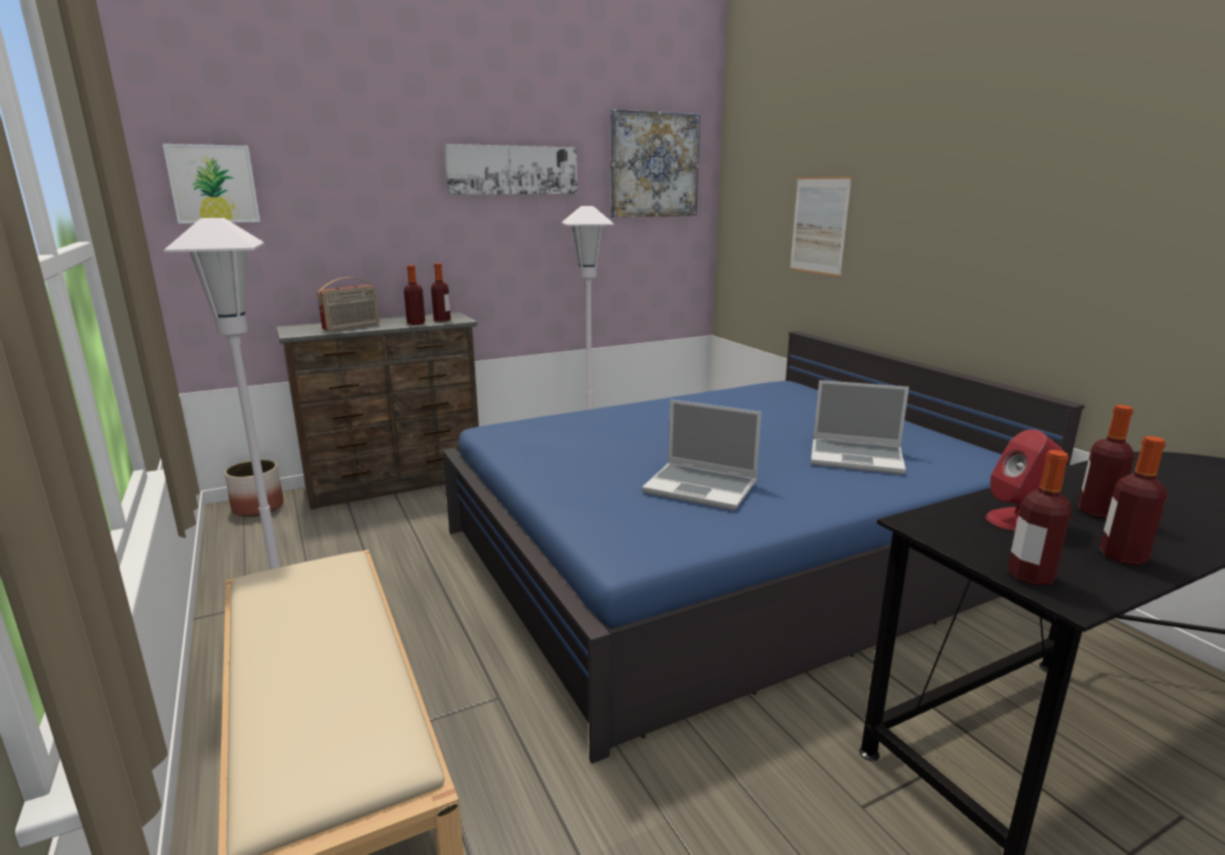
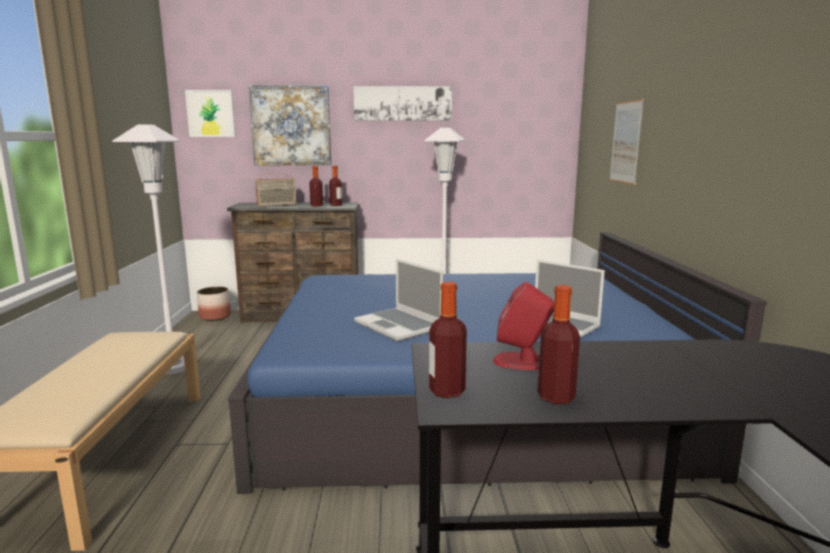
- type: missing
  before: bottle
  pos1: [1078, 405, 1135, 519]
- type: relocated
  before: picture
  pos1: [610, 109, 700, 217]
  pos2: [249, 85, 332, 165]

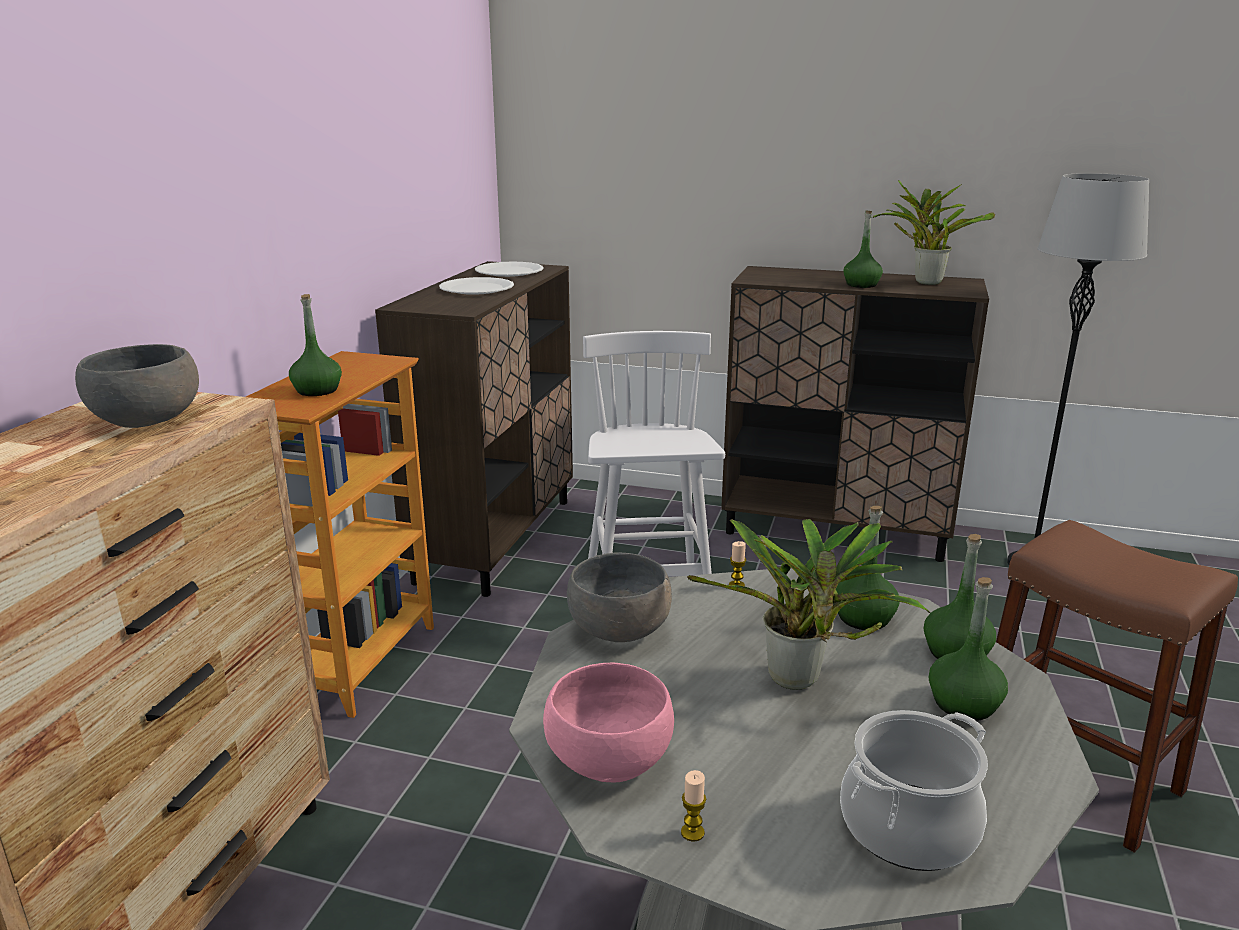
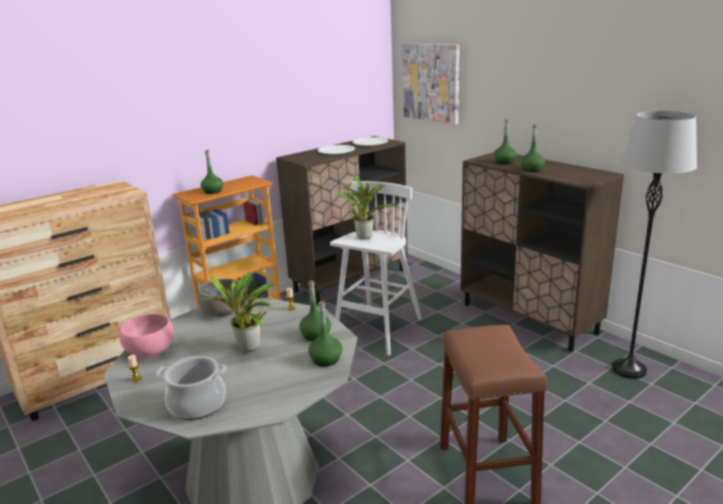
- type: missing
  before: bowl (grey)
  pos1: [75, 344, 199, 428]
- type: appeared
  after: picture
  pos2: [402, 43, 460, 125]
- type: relocated
  before: potted plant
  pos1: [872, 180, 995, 285]
  pos2: [338, 175, 395, 240]
- type: relocated
  before: bottle (green)
  pos1: [929, 577, 1008, 721]
  pos2: [494, 120, 517, 164]

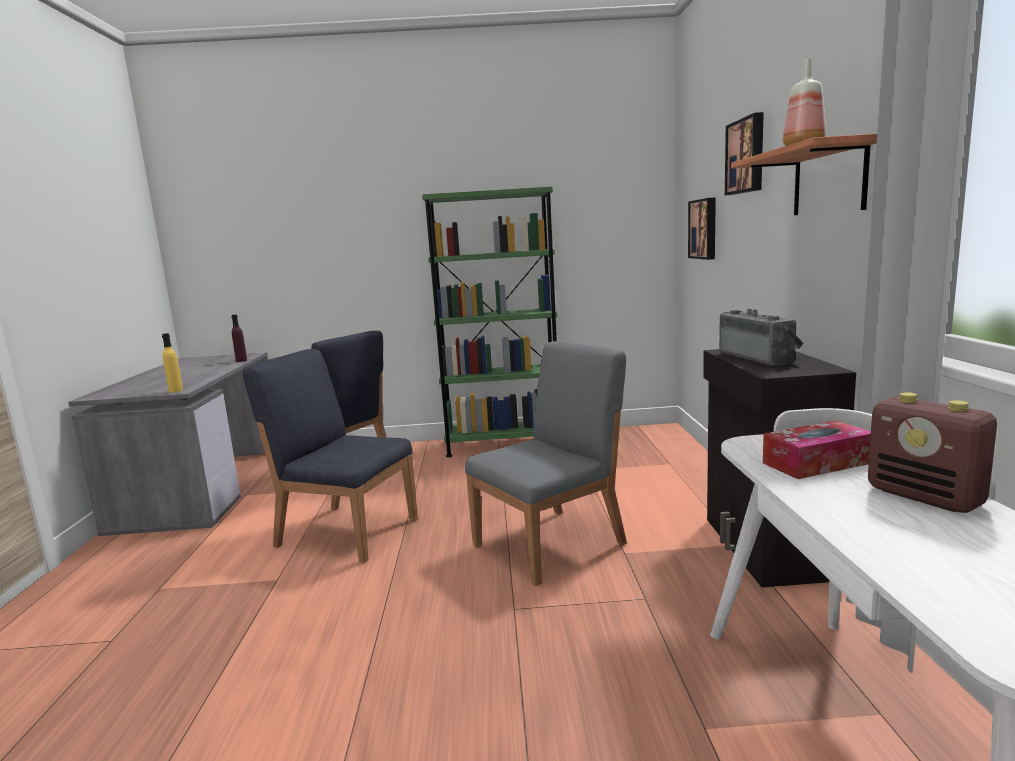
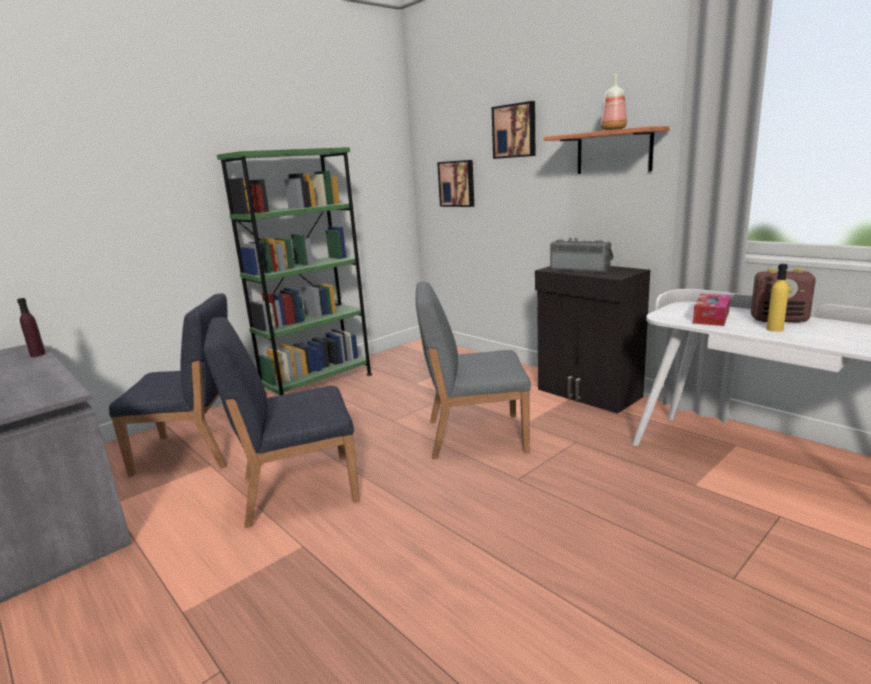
- type: relocated
  before: bottle (yellow)
  pos1: [162, 333, 183, 393]
  pos2: [766, 264, 788, 332]
- type: spun
  before: chair (grey)
  pos1: [465, 341, 627, 586]
  pos2: [416, 282, 531, 459]
  turn: -105

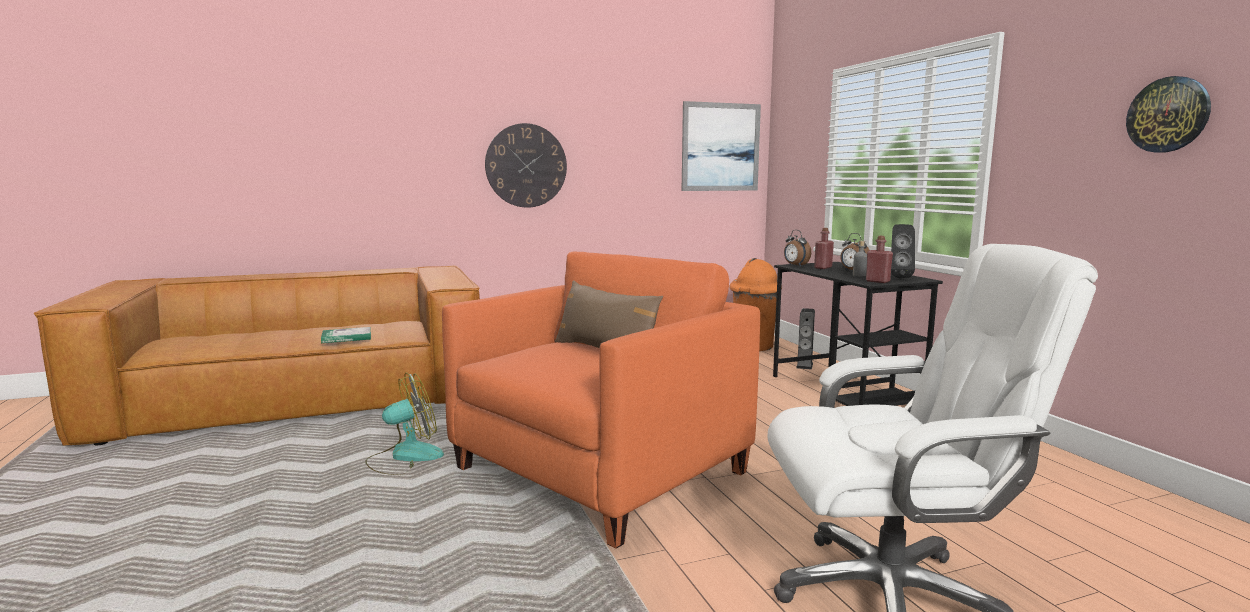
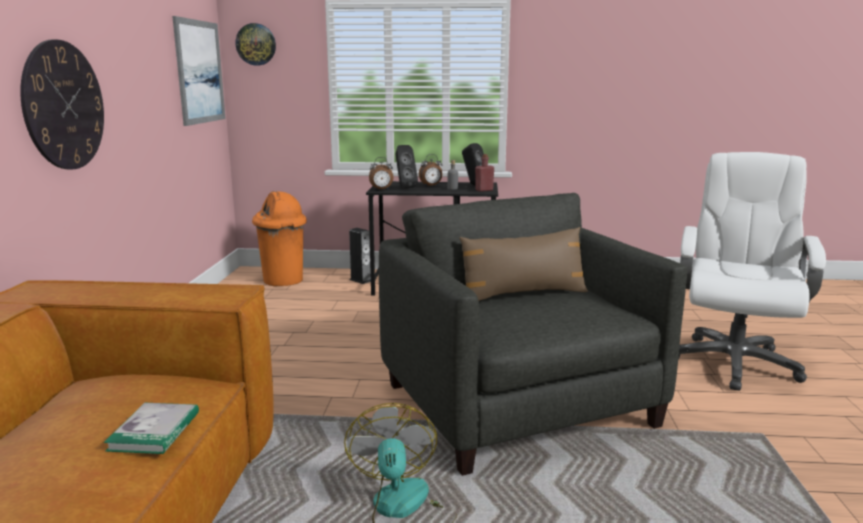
- type: relocated
  before: wall clock
  pos1: [1126, 76, 1211, 153]
  pos2: [235, 23, 276, 65]
- type: exchanged
  before: bottle (red)
  after: speaker (black)
  pos1: [814, 228, 834, 269]
  pos2: [396, 145, 418, 188]
- type: colour
  before: armchair (orange)
  after: armchair (grey)
  pos1: [442, 252, 760, 549]
  pos2: [379, 193, 687, 476]

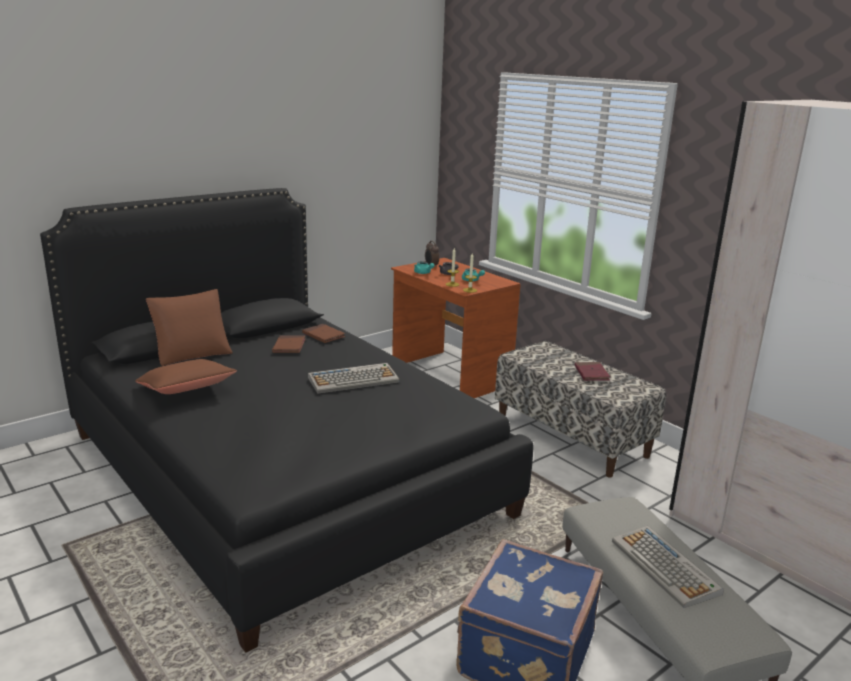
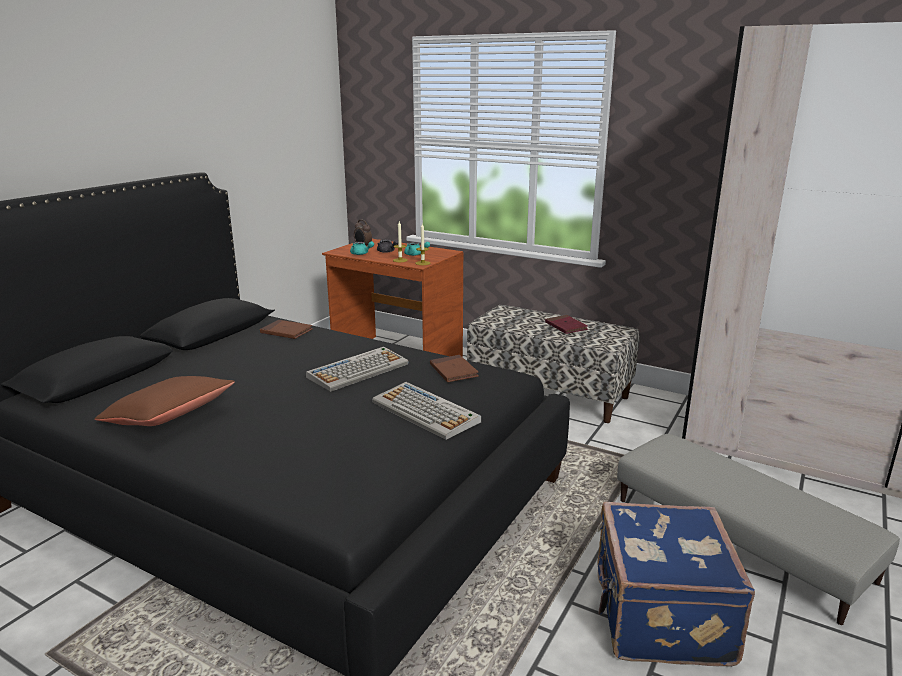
- type: missing
  before: pillow (brown)
  pos1: [146, 289, 233, 366]
- type: relocated
  before: book (brown)
  pos1: [272, 335, 305, 353]
  pos2: [430, 355, 479, 382]
- type: relocated
  before: keyboard
  pos1: [612, 526, 724, 608]
  pos2: [372, 382, 481, 440]

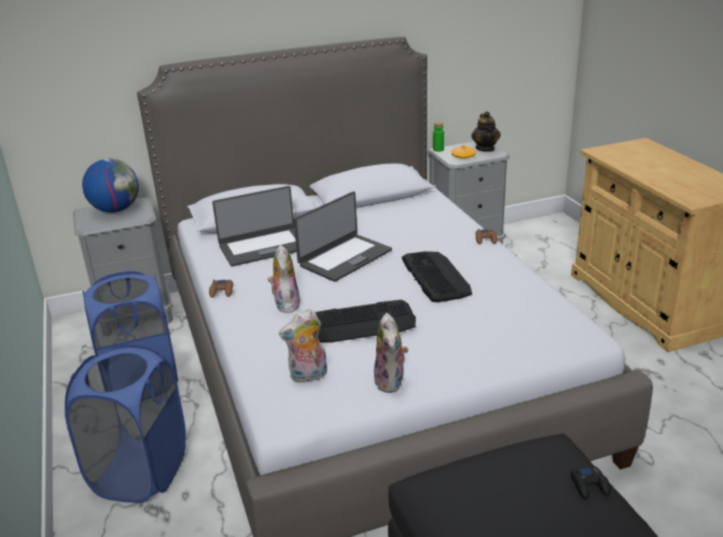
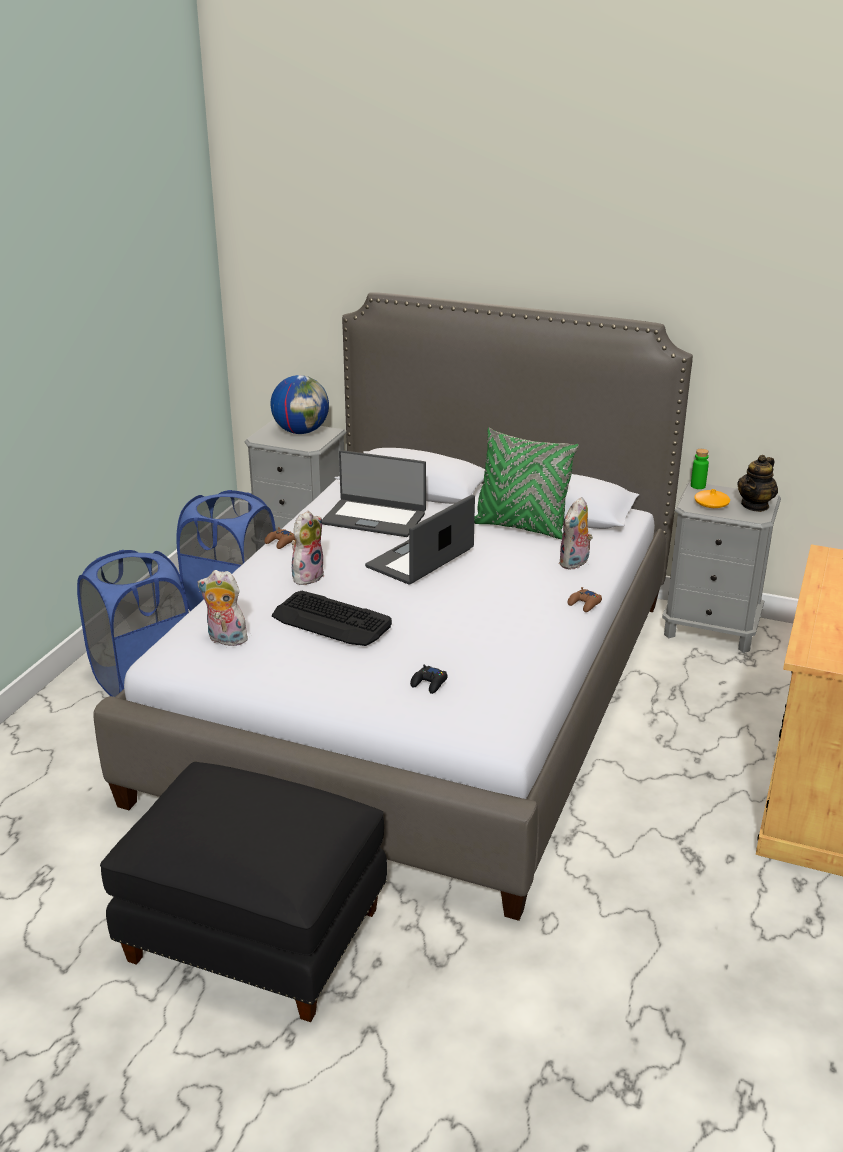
- type: missing
  before: keyboard
  pos1: [402, 251, 472, 303]
- type: appeared
  after: pillow (green)
  pos2: [474, 428, 579, 539]
- type: relocated
  before: plush toy
  pos1: [374, 313, 408, 393]
  pos2: [558, 497, 593, 570]
- type: relocated
  before: game controller (black)
  pos1: [571, 466, 611, 499]
  pos2: [410, 665, 448, 694]
- type: spun
  before: laptop
  pos1: [294, 191, 392, 282]
  pos2: [365, 494, 475, 585]
  turn: 135

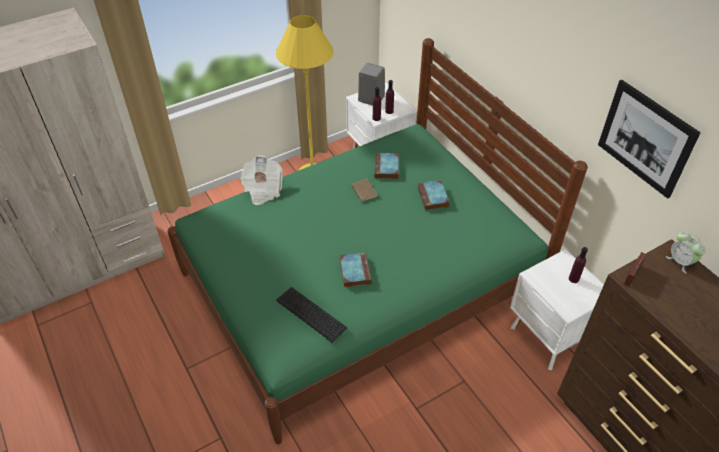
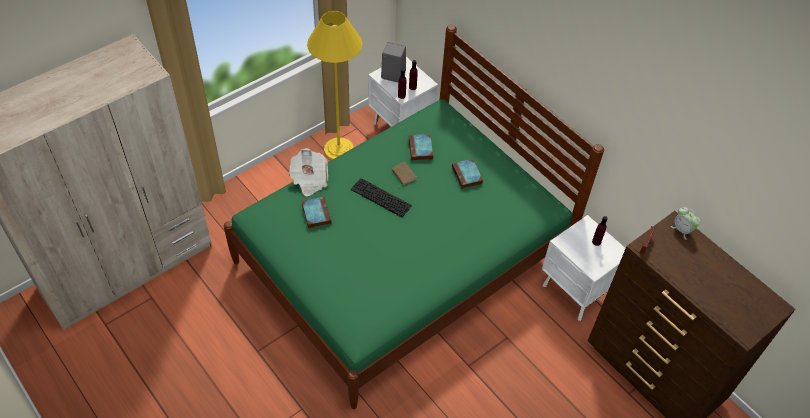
- type: missing
  before: picture
  pos1: [598, 80, 700, 199]
- type: relocated
  before: keyboard
  pos1: [276, 287, 347, 343]
  pos2: [351, 178, 412, 217]
- type: relocated
  before: book
  pos1: [339, 252, 372, 288]
  pos2: [302, 197, 331, 229]

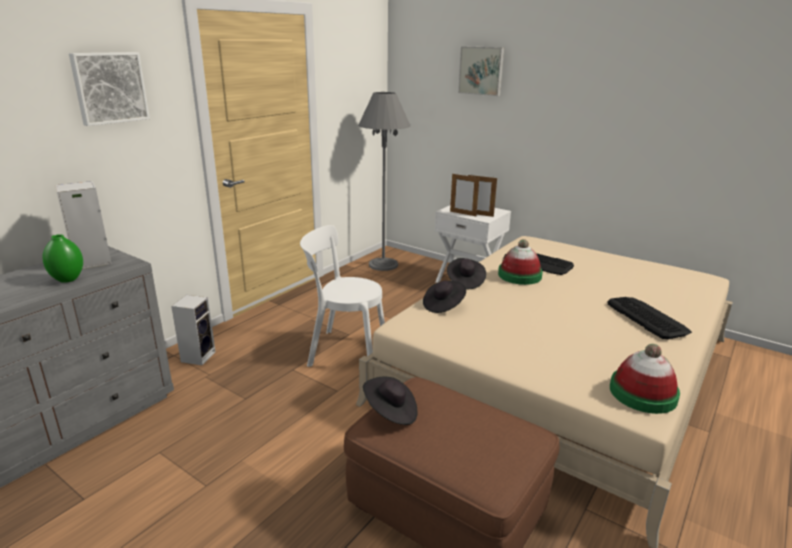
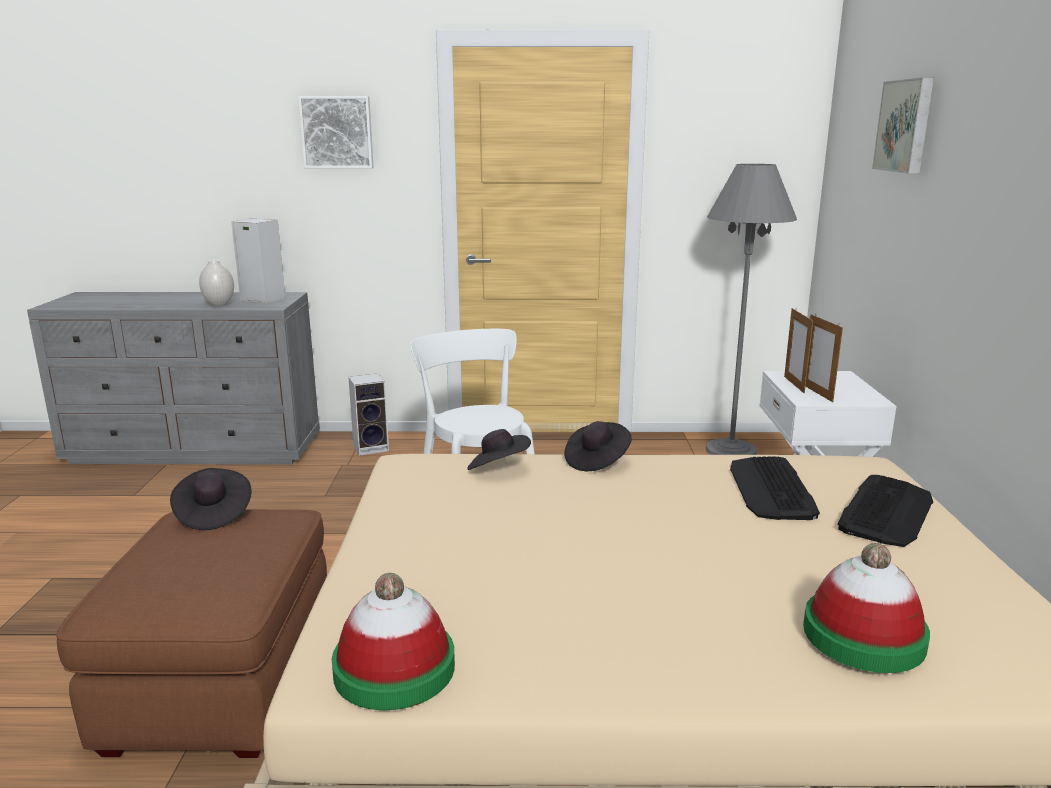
- type: relocated
  before: hat
  pos1: [498, 239, 543, 285]
  pos2: [803, 543, 930, 673]
- type: relocated
  before: keyboard
  pos1: [607, 297, 692, 339]
  pos2: [838, 475, 933, 547]
- type: colour
  before: vase (green)
  after: vase (white)
  pos1: [42, 234, 83, 283]
  pos2: [199, 260, 234, 306]

